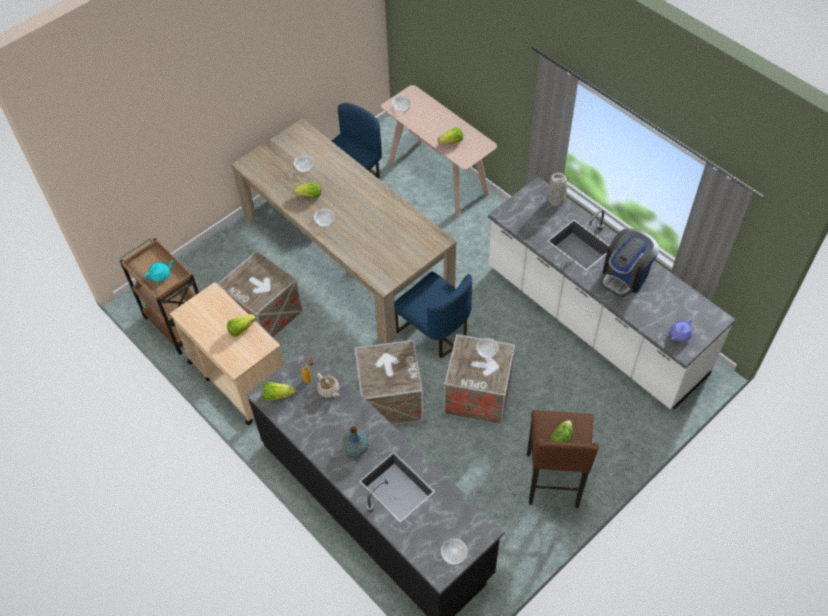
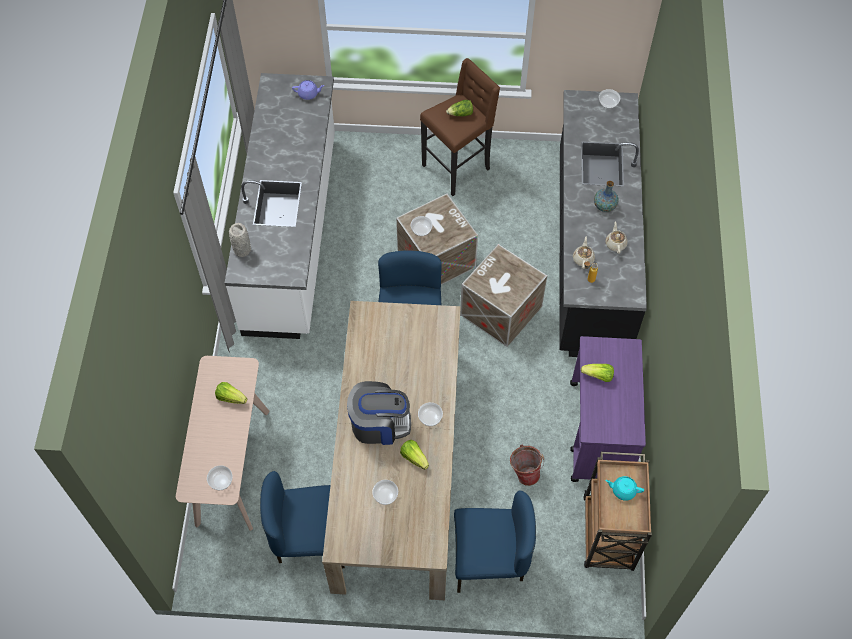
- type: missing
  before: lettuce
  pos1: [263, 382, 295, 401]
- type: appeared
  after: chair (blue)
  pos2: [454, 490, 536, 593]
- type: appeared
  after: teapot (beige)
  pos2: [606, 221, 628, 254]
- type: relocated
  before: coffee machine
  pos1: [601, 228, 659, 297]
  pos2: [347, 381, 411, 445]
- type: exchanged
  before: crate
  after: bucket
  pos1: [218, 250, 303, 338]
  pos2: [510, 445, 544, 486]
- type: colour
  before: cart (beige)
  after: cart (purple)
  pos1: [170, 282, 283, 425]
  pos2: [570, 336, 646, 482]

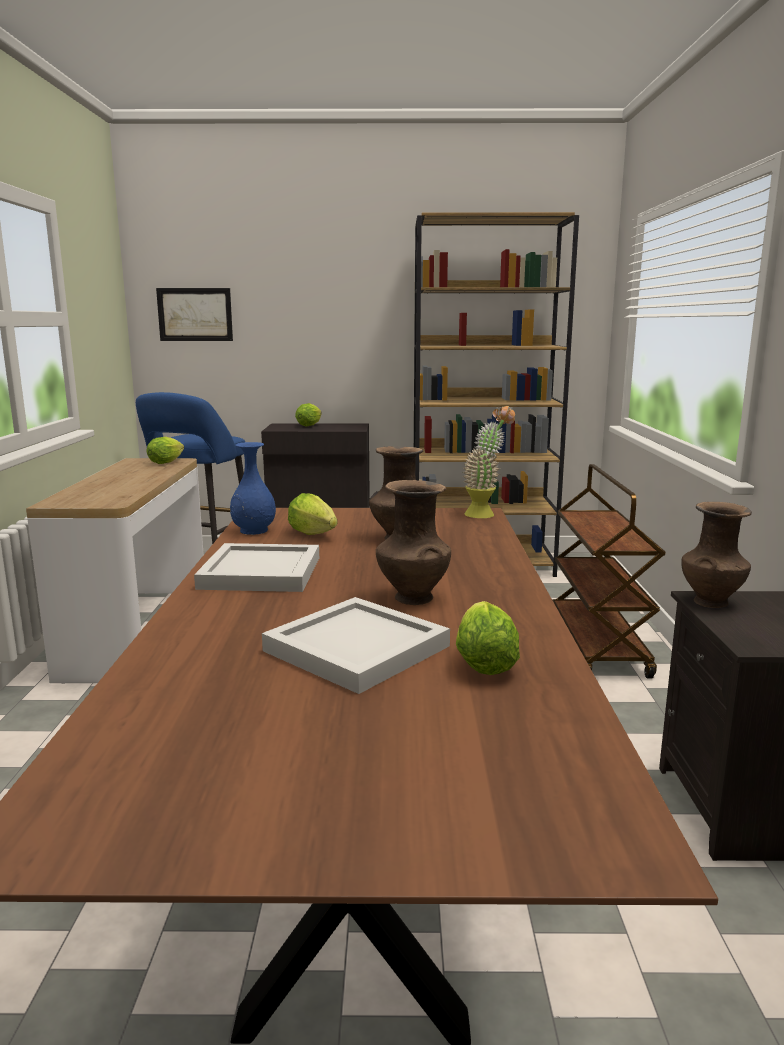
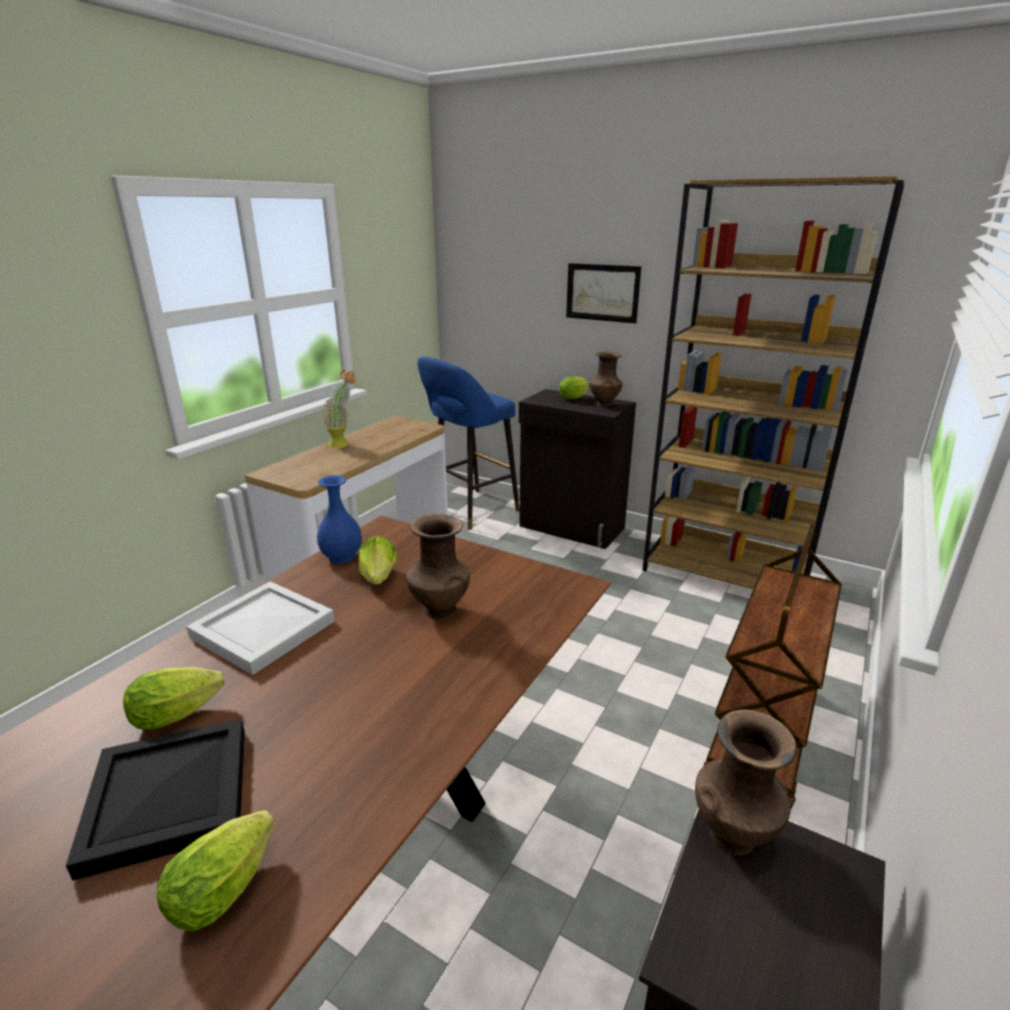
- type: relocated
  before: lettuce
  pos1: [147, 437, 184, 464]
  pos2: [123, 667, 225, 730]
- type: relocated
  before: picture
  pos1: [156, 288, 233, 341]
  pos2: [566, 263, 641, 323]
- type: relocated
  before: vase (brown)
  pos1: [376, 480, 451, 605]
  pos2: [589, 351, 623, 407]
- type: relocated
  before: potted plant
  pos1: [462, 405, 515, 518]
  pos2: [322, 370, 356, 448]
- type: colour
  before: tray (white)
  after: tray (black)
  pos1: [262, 597, 450, 694]
  pos2: [66, 718, 245, 881]

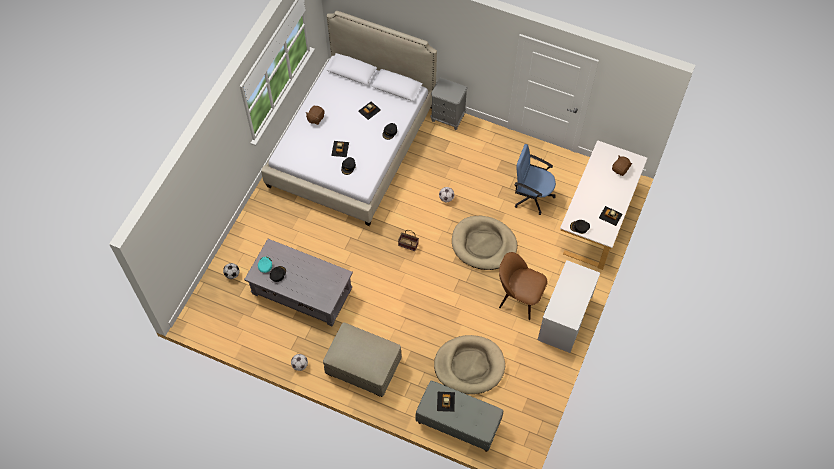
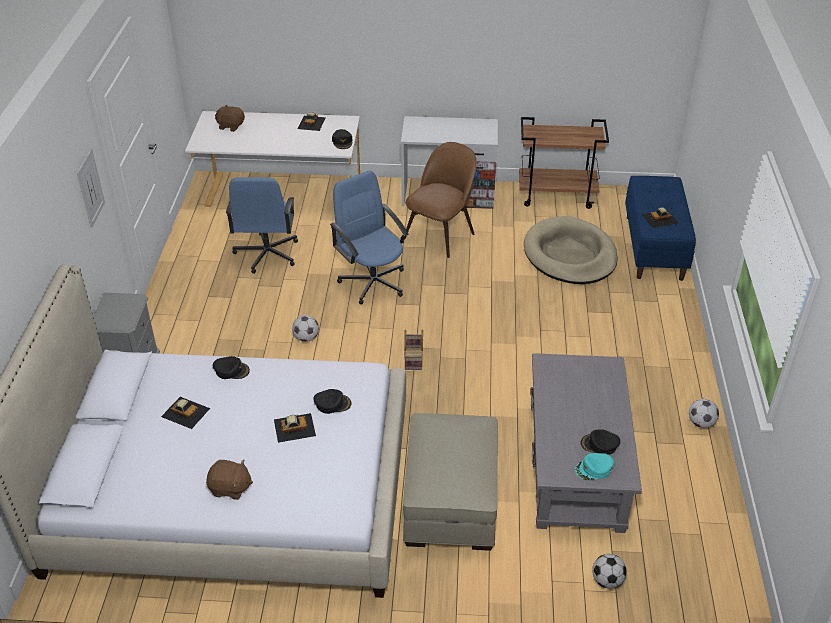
- type: appeared
  after: picture
  pos2: [77, 149, 105, 228]
- type: appeared
  after: cart (brown)
  pos2: [519, 117, 609, 209]
- type: relocated
  before: ottoman (beige)
  pos1: [323, 323, 402, 397]
  pos2: [403, 413, 498, 551]
- type: exchanged
  before: dog bed (beige)
  after: office chair (blue)
  pos1: [452, 216, 517, 270]
  pos2: [330, 171, 408, 305]
- type: colour
  before: bench (grey)
  after: bench (blue)
  pos1: [415, 381, 503, 452]
  pos2: [625, 176, 696, 281]
- type: spun
  before: chair (brown)
  pos1: [499, 252, 547, 320]
  pos2: [404, 142, 477, 258]
  turn: -150

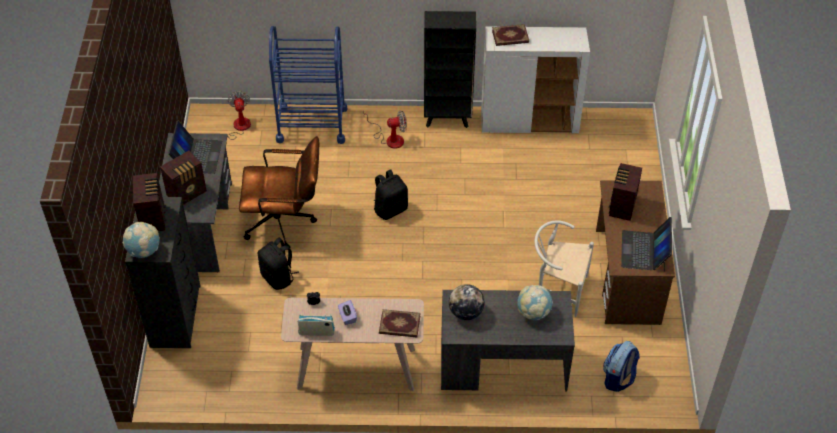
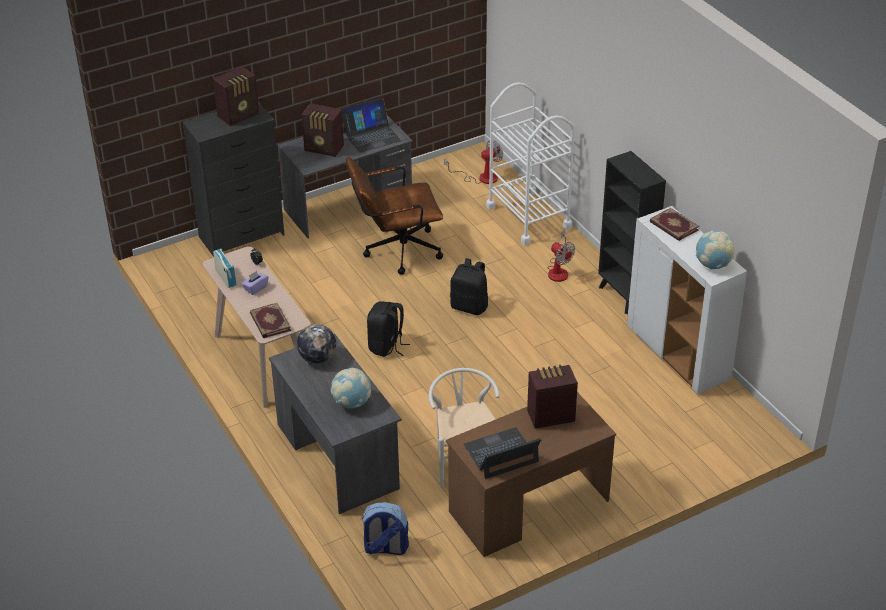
- type: relocated
  before: globe
  pos1: [122, 222, 160, 258]
  pos2: [696, 231, 735, 269]
- type: relocated
  before: backpack (black)
  pos1: [258, 238, 299, 290]
  pos2: [367, 302, 410, 357]
- type: colour
  before: cart (blue)
  after: cart (white)
  pos1: [269, 26, 347, 144]
  pos2: [486, 82, 575, 245]
- type: spun
  before: office chair (brown)
  pos1: [239, 136, 319, 250]
  pos2: [346, 157, 443, 275]
  turn: 105

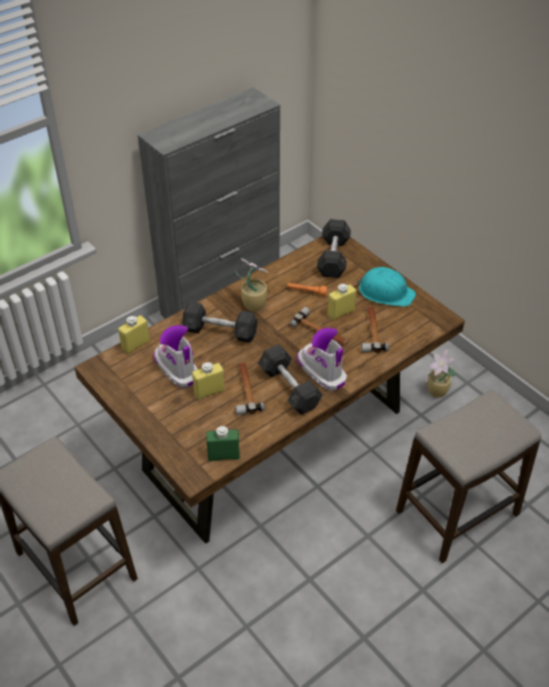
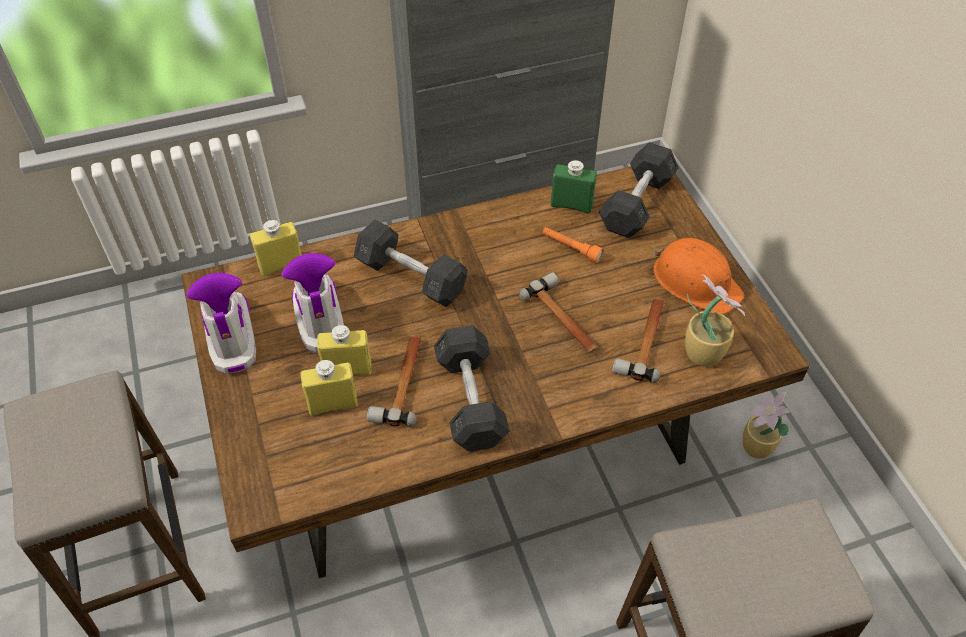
- type: relocated
  before: bottle (green)
  pos1: [206, 426, 240, 461]
  pos2: [551, 160, 597, 213]
- type: relocated
  before: potted plant
  pos1: [236, 258, 268, 311]
  pos2: [685, 275, 745, 367]
- type: relocated
  before: boot
  pos1: [297, 328, 347, 391]
  pos2: [186, 273, 256, 374]
- type: relocated
  before: bottle (yellow)
  pos1: [327, 284, 356, 321]
  pos2: [301, 360, 358, 416]
- type: colour
  before: hard hat (turquoise)
  after: hard hat (orange)
  pos1: [356, 267, 416, 307]
  pos2: [653, 238, 744, 314]

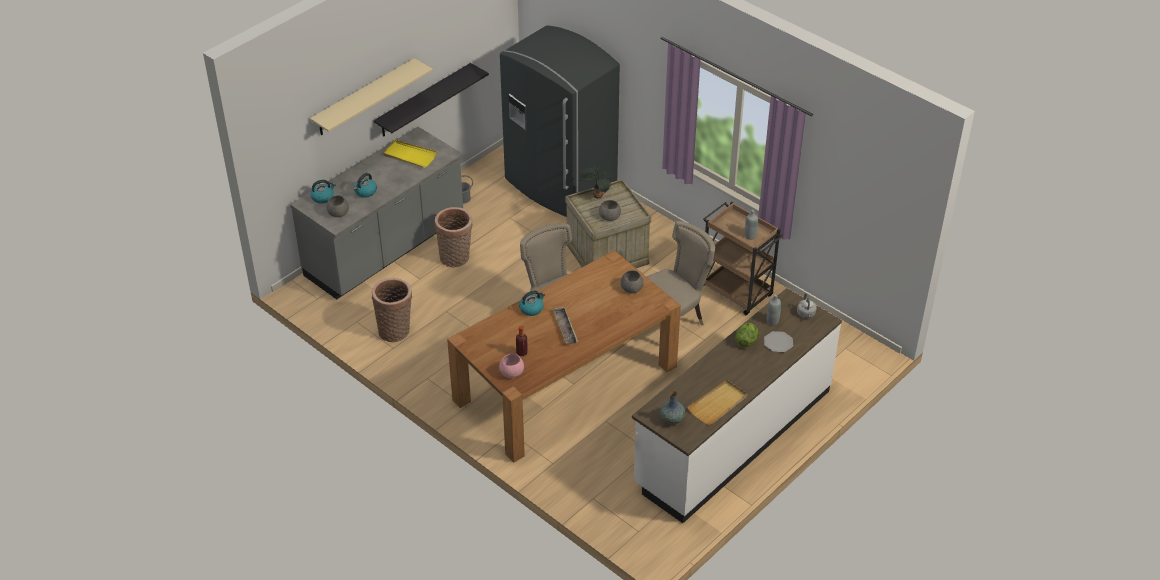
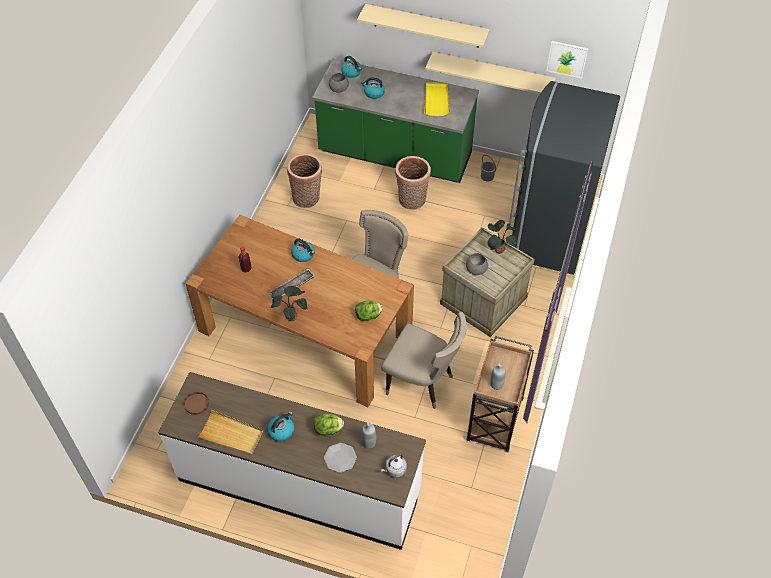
- type: missing
  before: bowl (pink)
  pos1: [499, 354, 524, 378]
- type: appeared
  after: kettle
  pos2: [267, 412, 294, 441]
- type: appeared
  after: potted plant
  pos2: [271, 286, 308, 321]
- type: appeared
  after: picture
  pos2: [546, 41, 589, 79]
- type: exchanged
  before: bowl (grey)
  after: lettuce
  pos1: [621, 270, 643, 293]
  pos2: [355, 301, 382, 321]
- type: exchanged
  before: vase
  after: plate (brown)
  pos1: [660, 391, 685, 424]
  pos2: [184, 392, 209, 415]
- type: colour
  before: counter (grey)
  after: counter (green)
  pos1: [290, 127, 463, 299]
  pos2: [312, 59, 479, 183]
- type: colour
  before: shelf (black)
  after: shelf (beige)
  pos1: [374, 63, 489, 137]
  pos2: [425, 52, 556, 94]

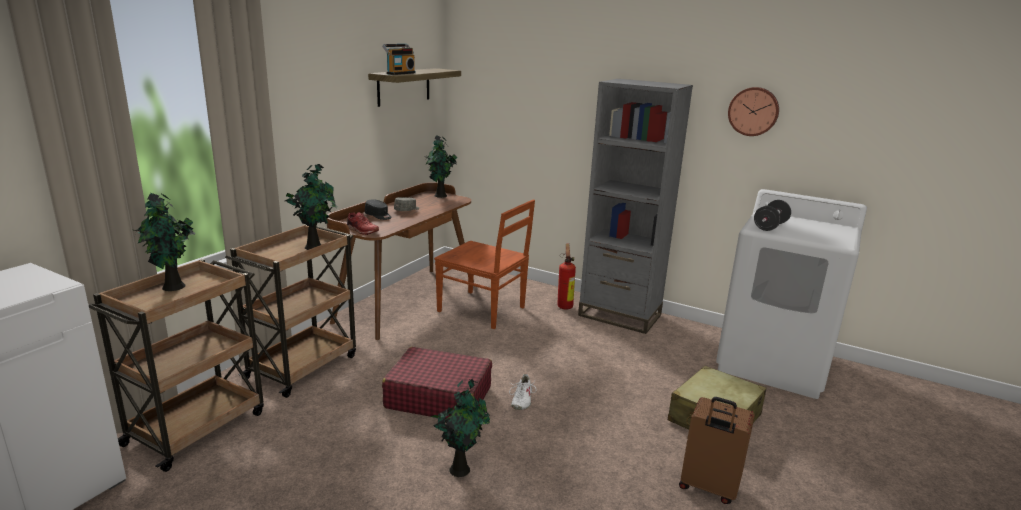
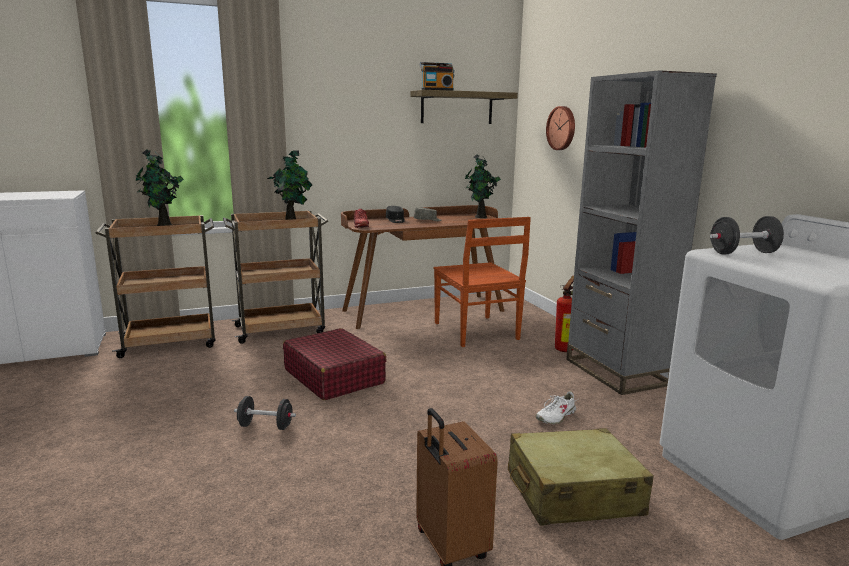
- type: relocated
  before: shoe (white)
  pos1: [509, 374, 537, 410]
  pos2: [535, 391, 578, 424]
- type: relocated
  before: wall clock
  pos1: [728, 87, 779, 136]
  pos2: [546, 106, 575, 150]
- type: exchanged
  before: potted plant
  after: dumbbell (black)
  pos1: [431, 378, 490, 477]
  pos2: [234, 396, 296, 430]

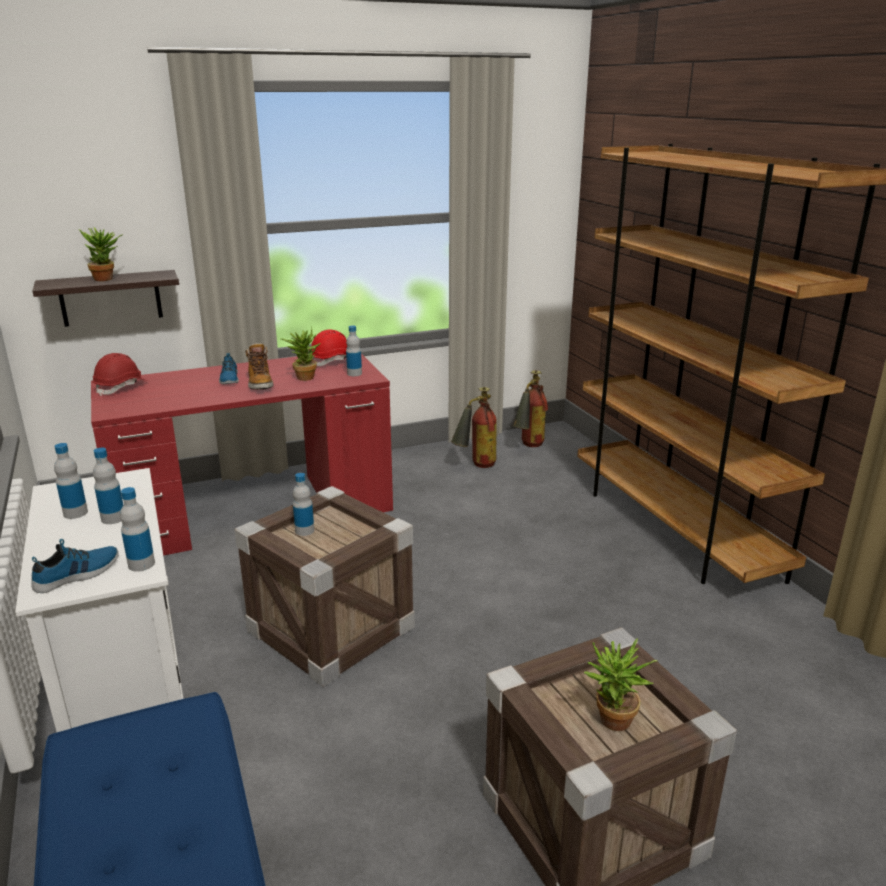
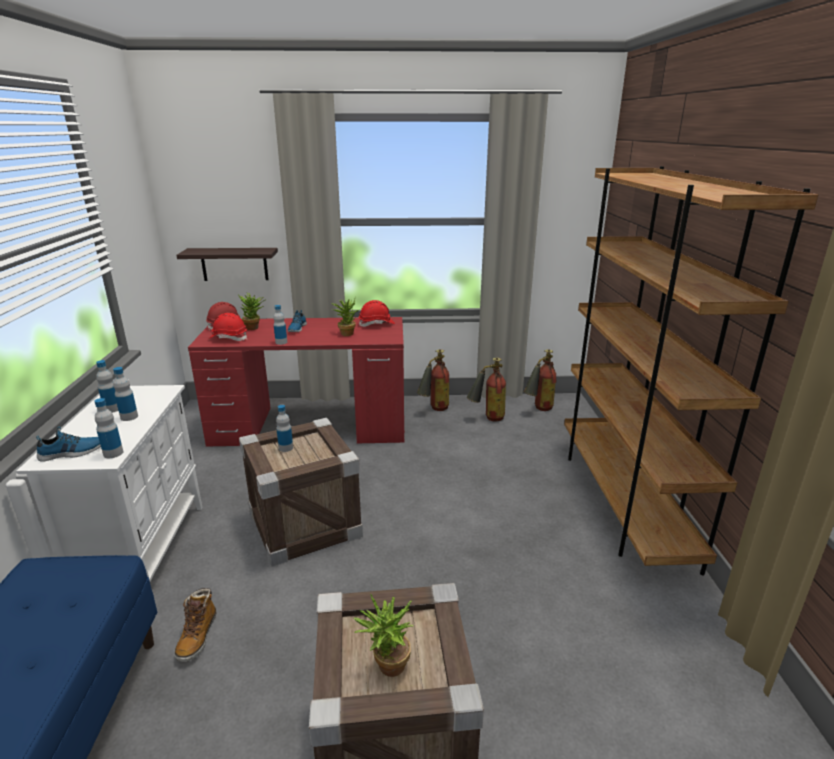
- type: appeared
  after: hard hat (red)
  pos2: [210, 313, 248, 341]
- type: appeared
  after: fire extinguisher
  pos2: [417, 349, 449, 411]
- type: relocated
  before: potted plant
  pos1: [79, 228, 123, 281]
  pos2: [238, 293, 265, 330]
- type: relocated
  before: boot
  pos1: [245, 343, 273, 390]
  pos2: [174, 588, 216, 662]
- type: relocated
  before: bottle
  pos1: [346, 326, 362, 376]
  pos2: [273, 305, 287, 345]

